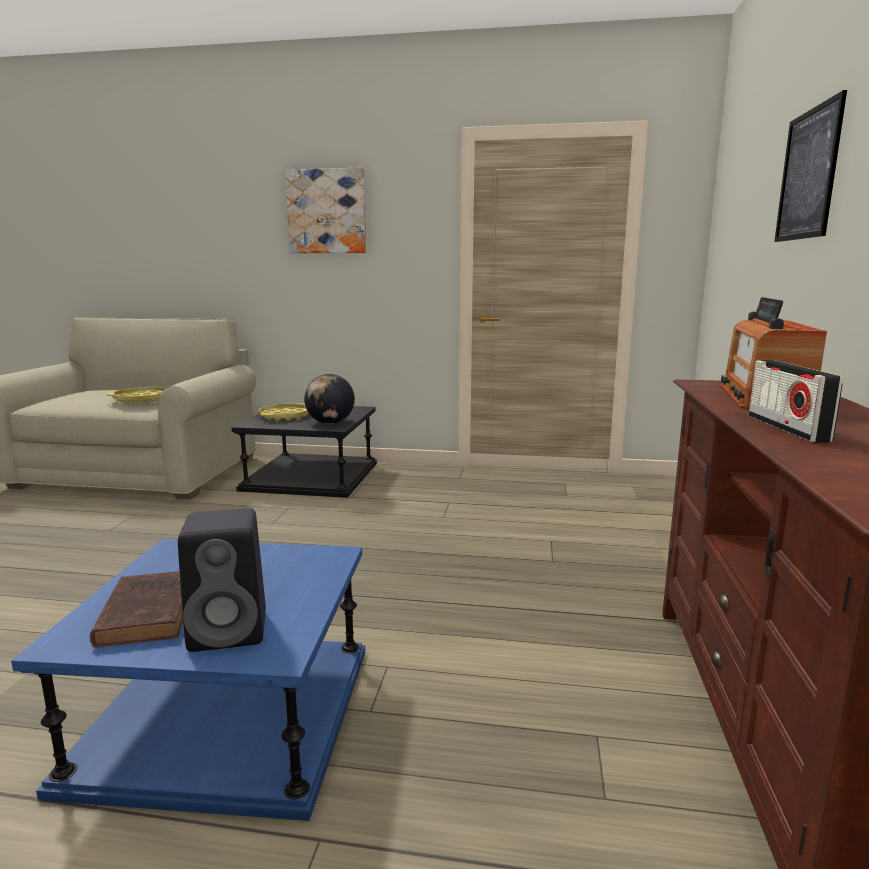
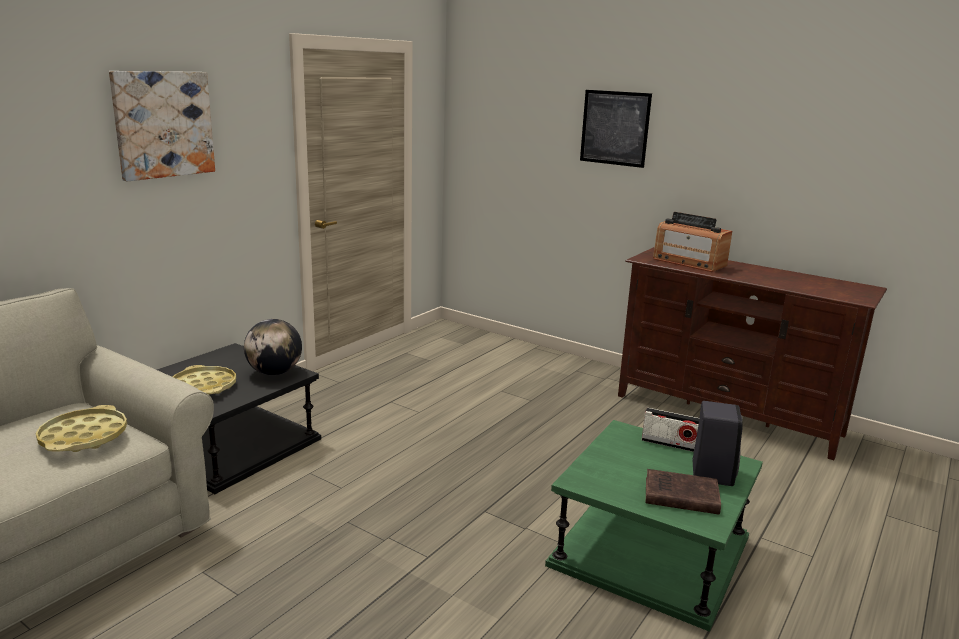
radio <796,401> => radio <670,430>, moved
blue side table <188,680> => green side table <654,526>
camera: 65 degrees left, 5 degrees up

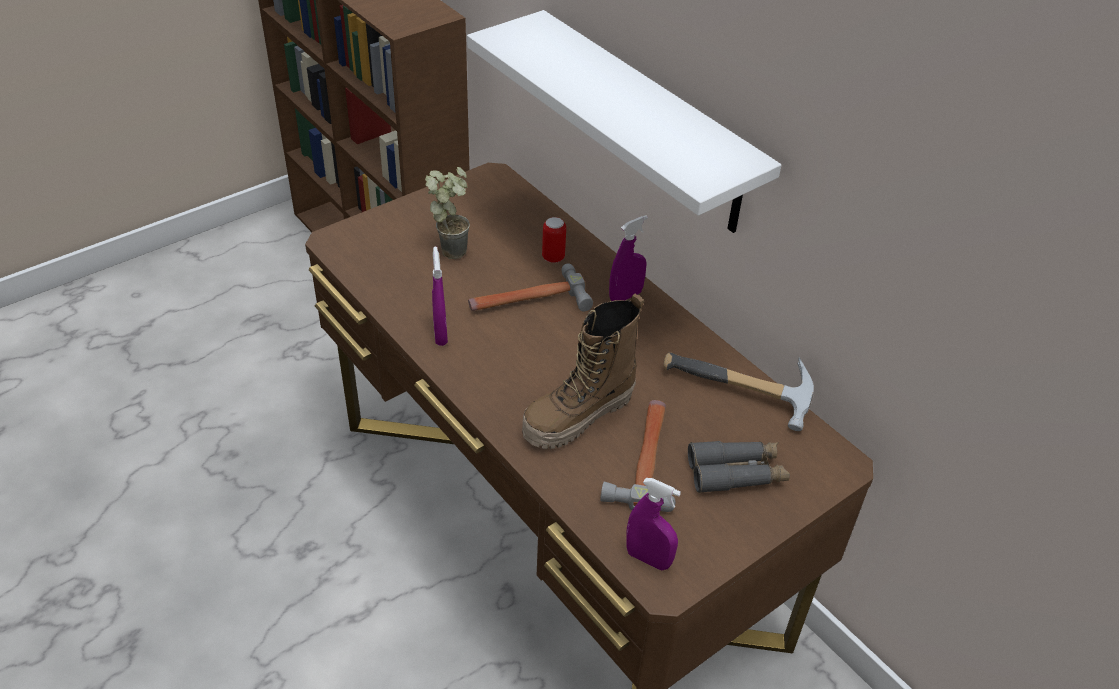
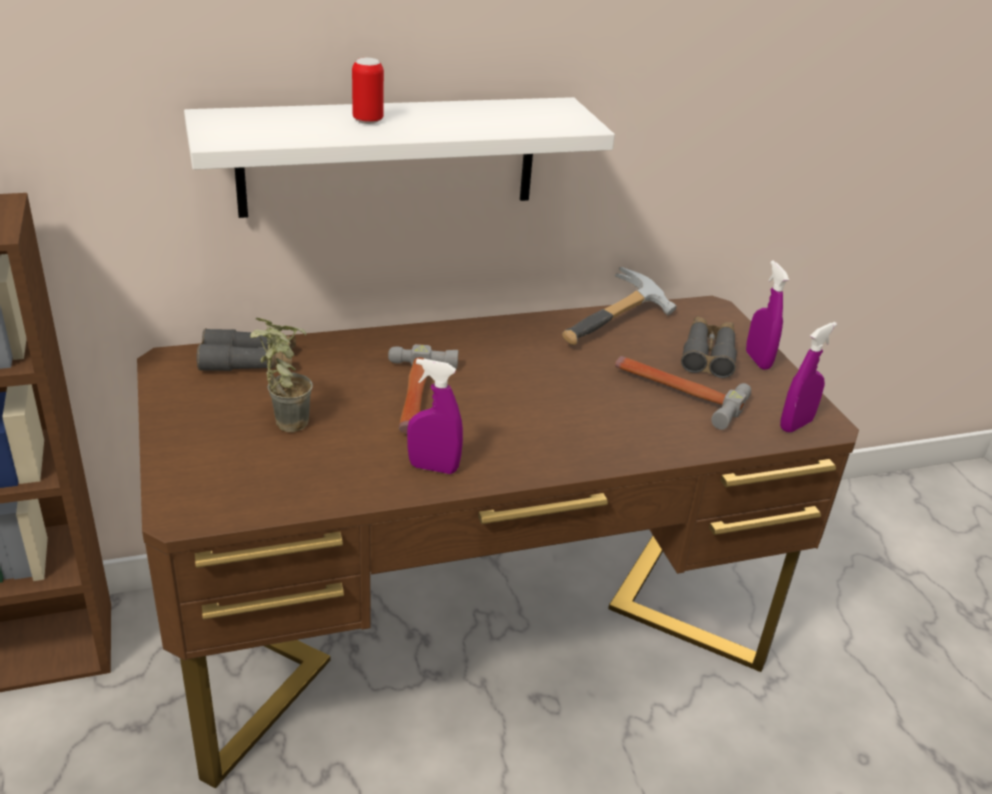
purple spray bottle <628,258> => purple spray bottle <767,315>, moved
can <554,240> => can <368,91>, moved
boot <583,371> => nothing
nothing => grey binoculars <246,349>
camera: 70 degrees left, 10 degrees down

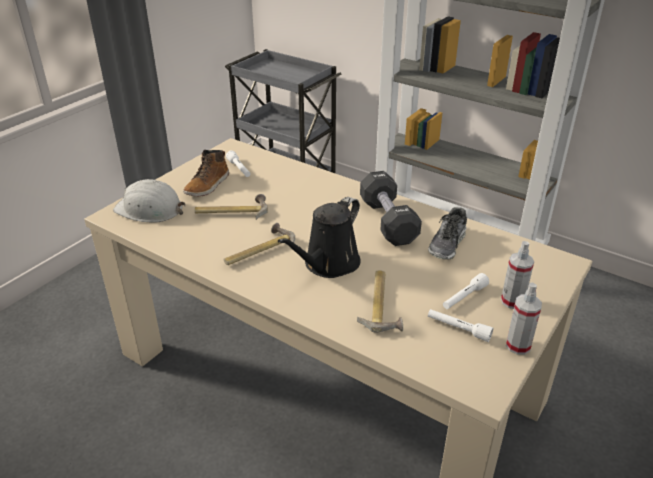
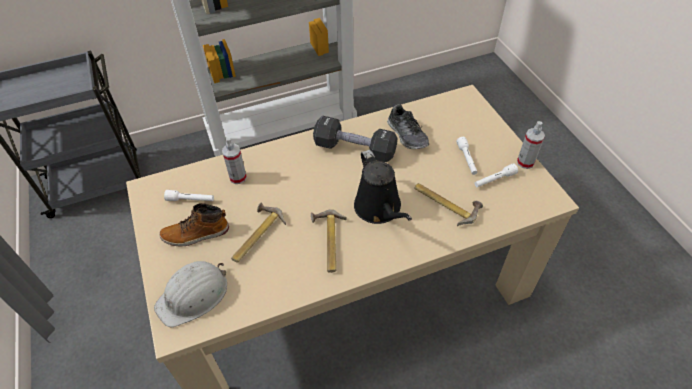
boot <206,173> => boot <194,224>, 105 degrees clockwise
spray bottle <517,275> => spray bottle <234,160>, moved
camera: 55 degrees left, 15 degrees up

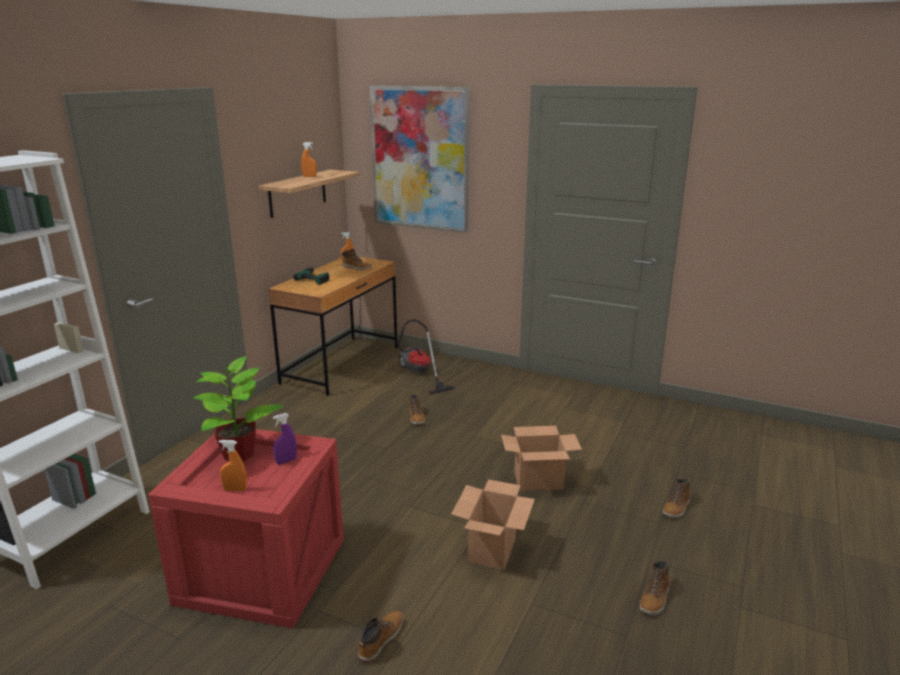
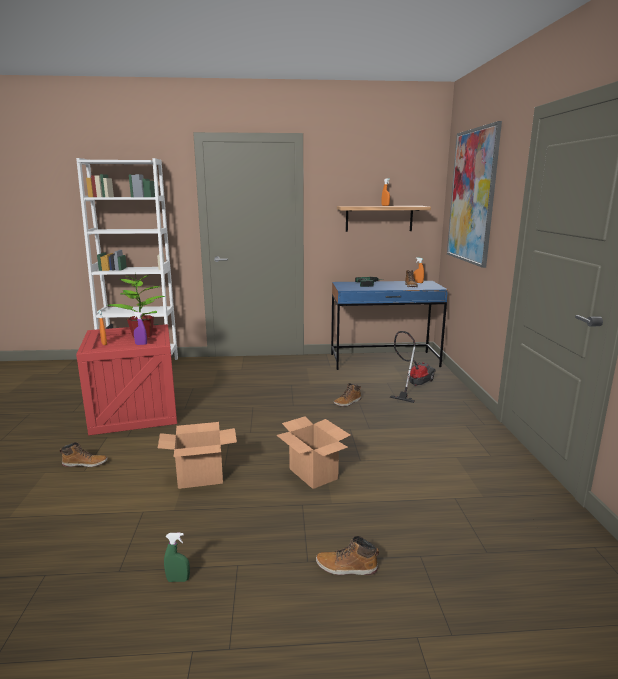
brown desk <333,326> => blue desk <389,325>
boot <655,588> => green spray bottle <177,557>
camera: 60 degrees right, 5 degrees down

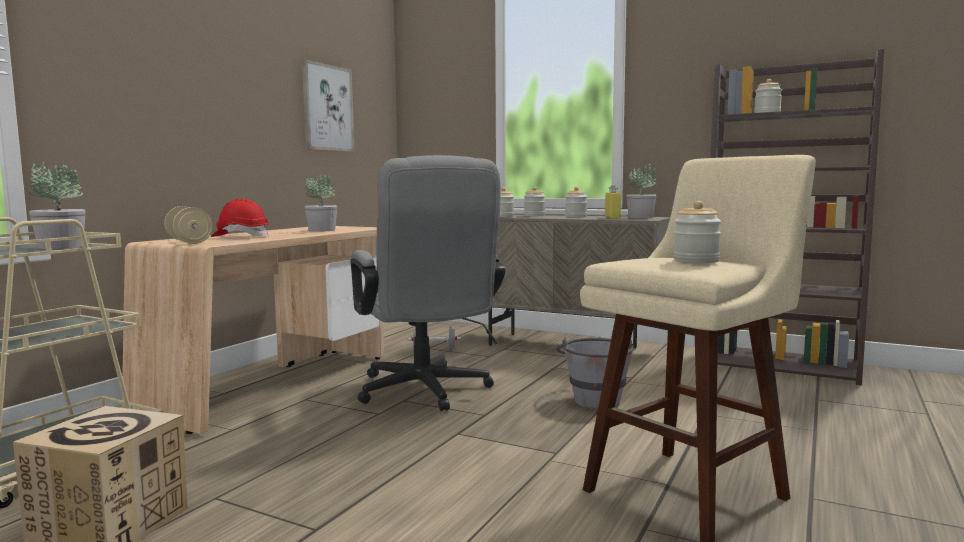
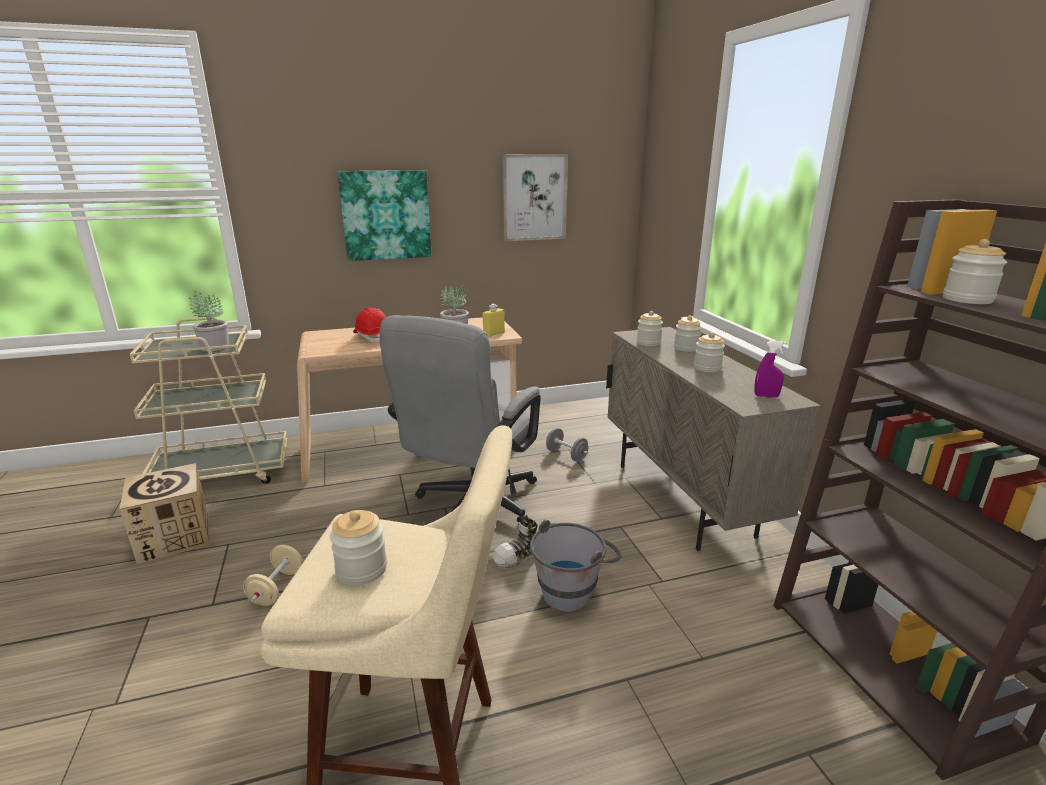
potted plant <641,191> => purple spray bottle <770,369>
yellow bottle <613,202> => yellow bottle <493,321>, moved
beige dumbbell <188,225> => beige dumbbell <273,575>, moved
nothing => picture <384,215>
nothing => shoe <515,544>
camera: 45 degrees right, 15 degrees up

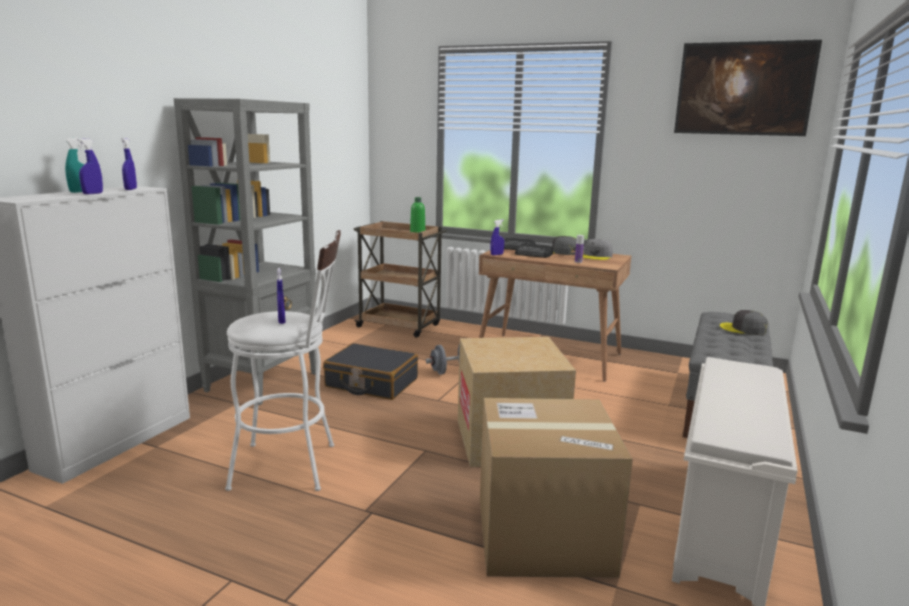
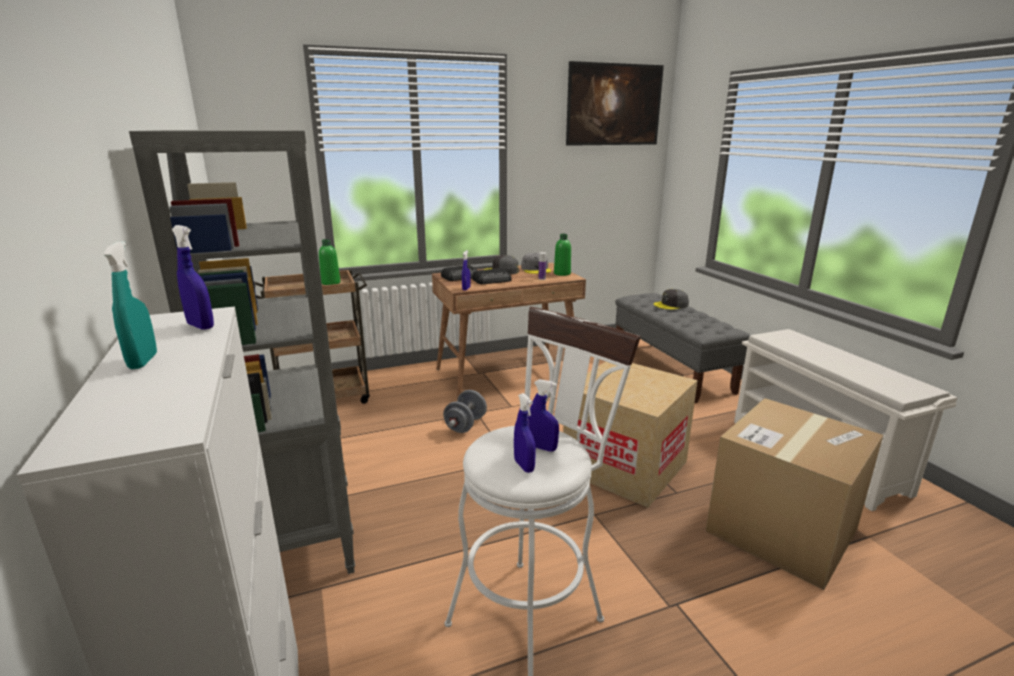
blue spray bottle <90,166> => blue spray bottle <525,433>, moved
black suitcase <370,371> => nothing
nothing => green bottle <562,255>
camera: 45 degrees left, 5 degrees up

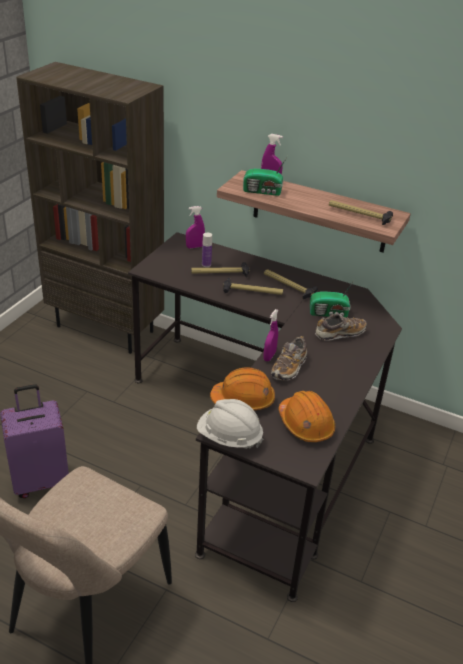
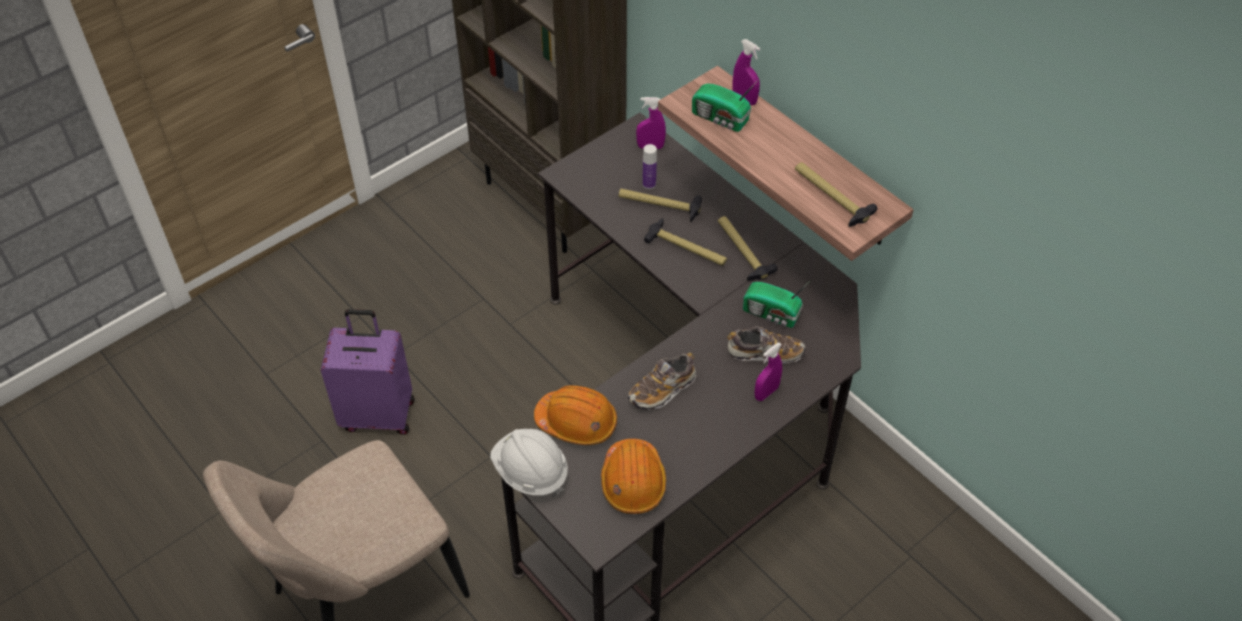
purple spray bottle <270,335> => purple spray bottle <768,372>, moved
camera: 25 degrees right, 15 degrees up

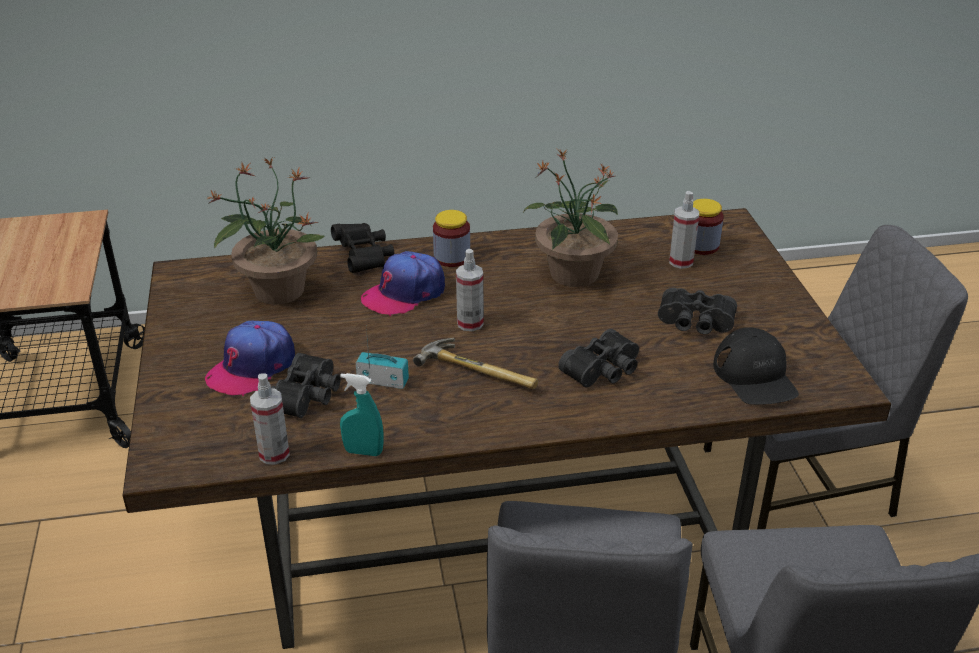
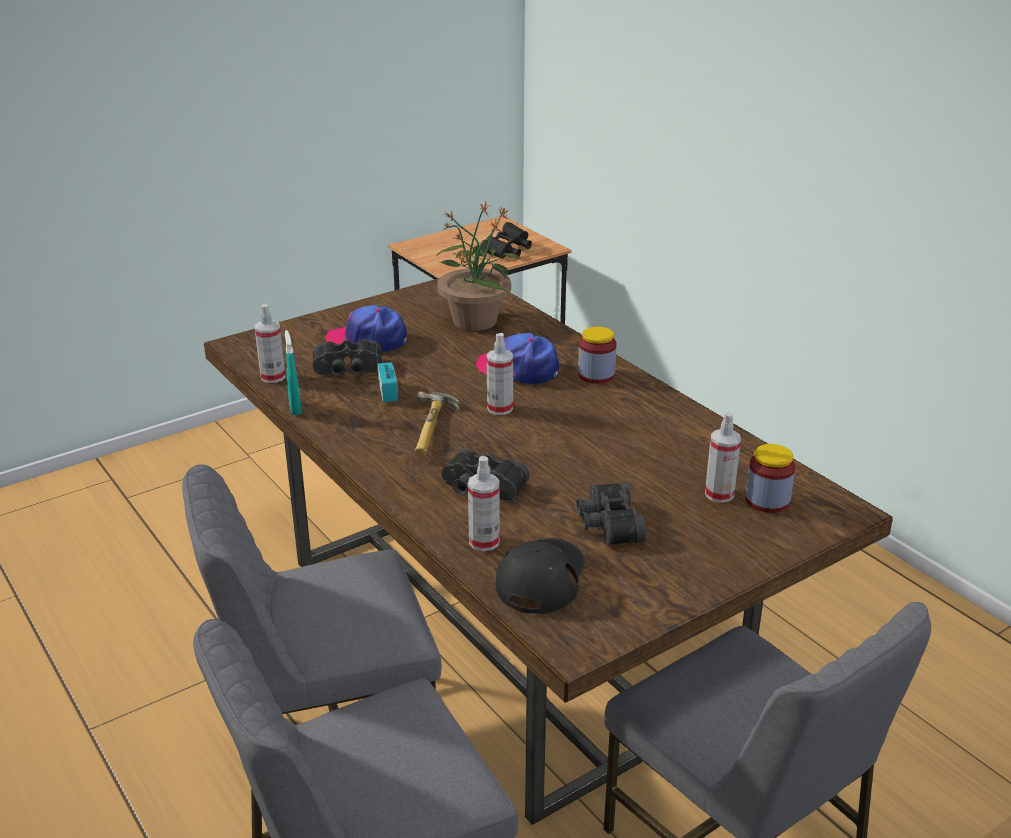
potted plant <571,218> => nothing
black binoculars <362,248> => black binoculars <506,240>, moved
black cap <756,366> => black cap <540,576>, 150 degrees clockwise
nothing => spray bottle <484,503>
camera: 65 degrees right, 5 degrees down

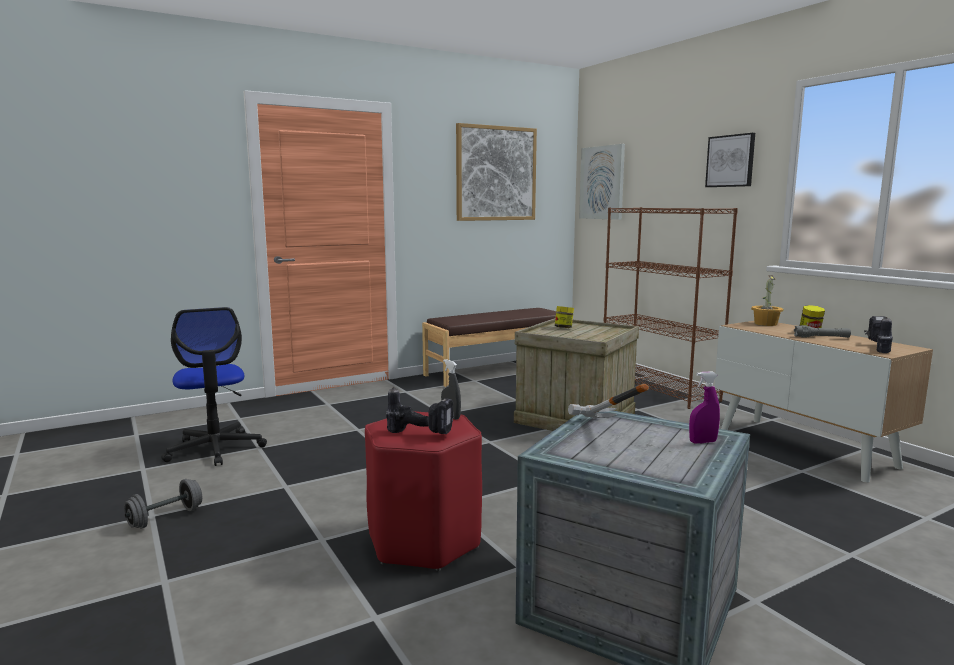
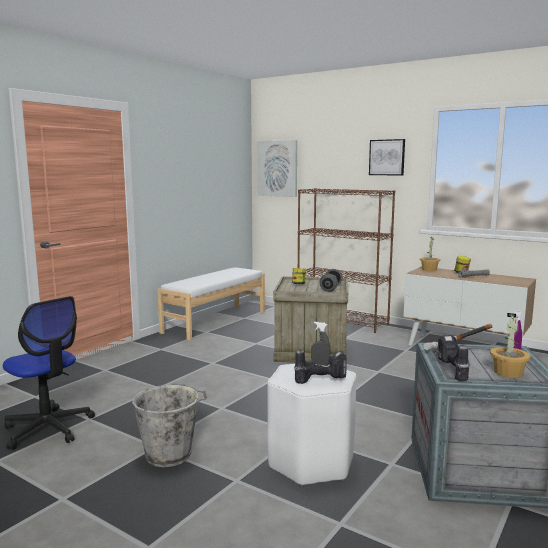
picture <496,172> => nothing
brown bench <489,347> => white bench <211,304>
power drill <878,334> => power drill <451,358>, moved
red stool <423,491> => white stool <312,425>
grey dumbbell <163,504> => grey dumbbell <331,280>, moved
nothing => potted plant <510,345>
nothing => grey bucket <169,425>
camera: 25 degrees left, 0 degrees up

